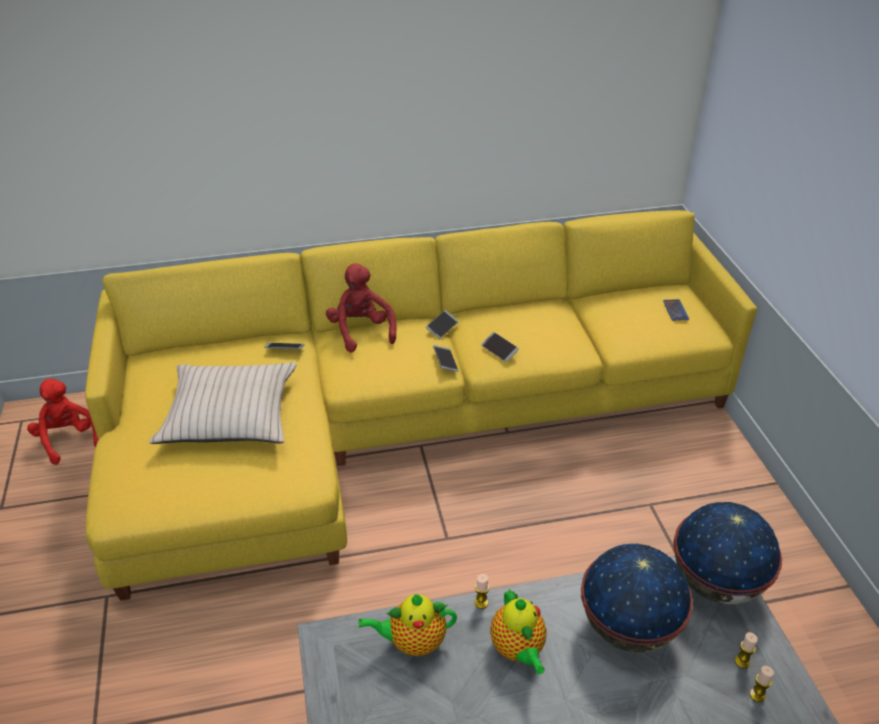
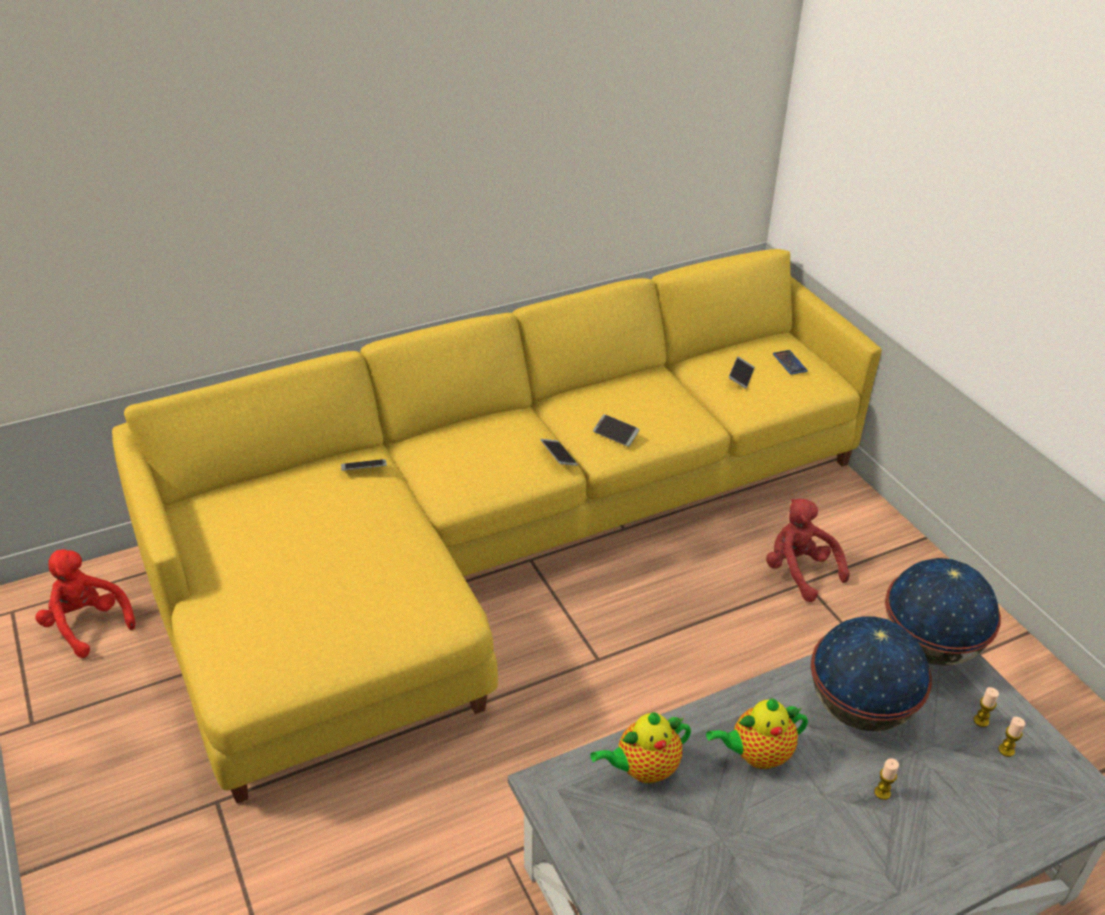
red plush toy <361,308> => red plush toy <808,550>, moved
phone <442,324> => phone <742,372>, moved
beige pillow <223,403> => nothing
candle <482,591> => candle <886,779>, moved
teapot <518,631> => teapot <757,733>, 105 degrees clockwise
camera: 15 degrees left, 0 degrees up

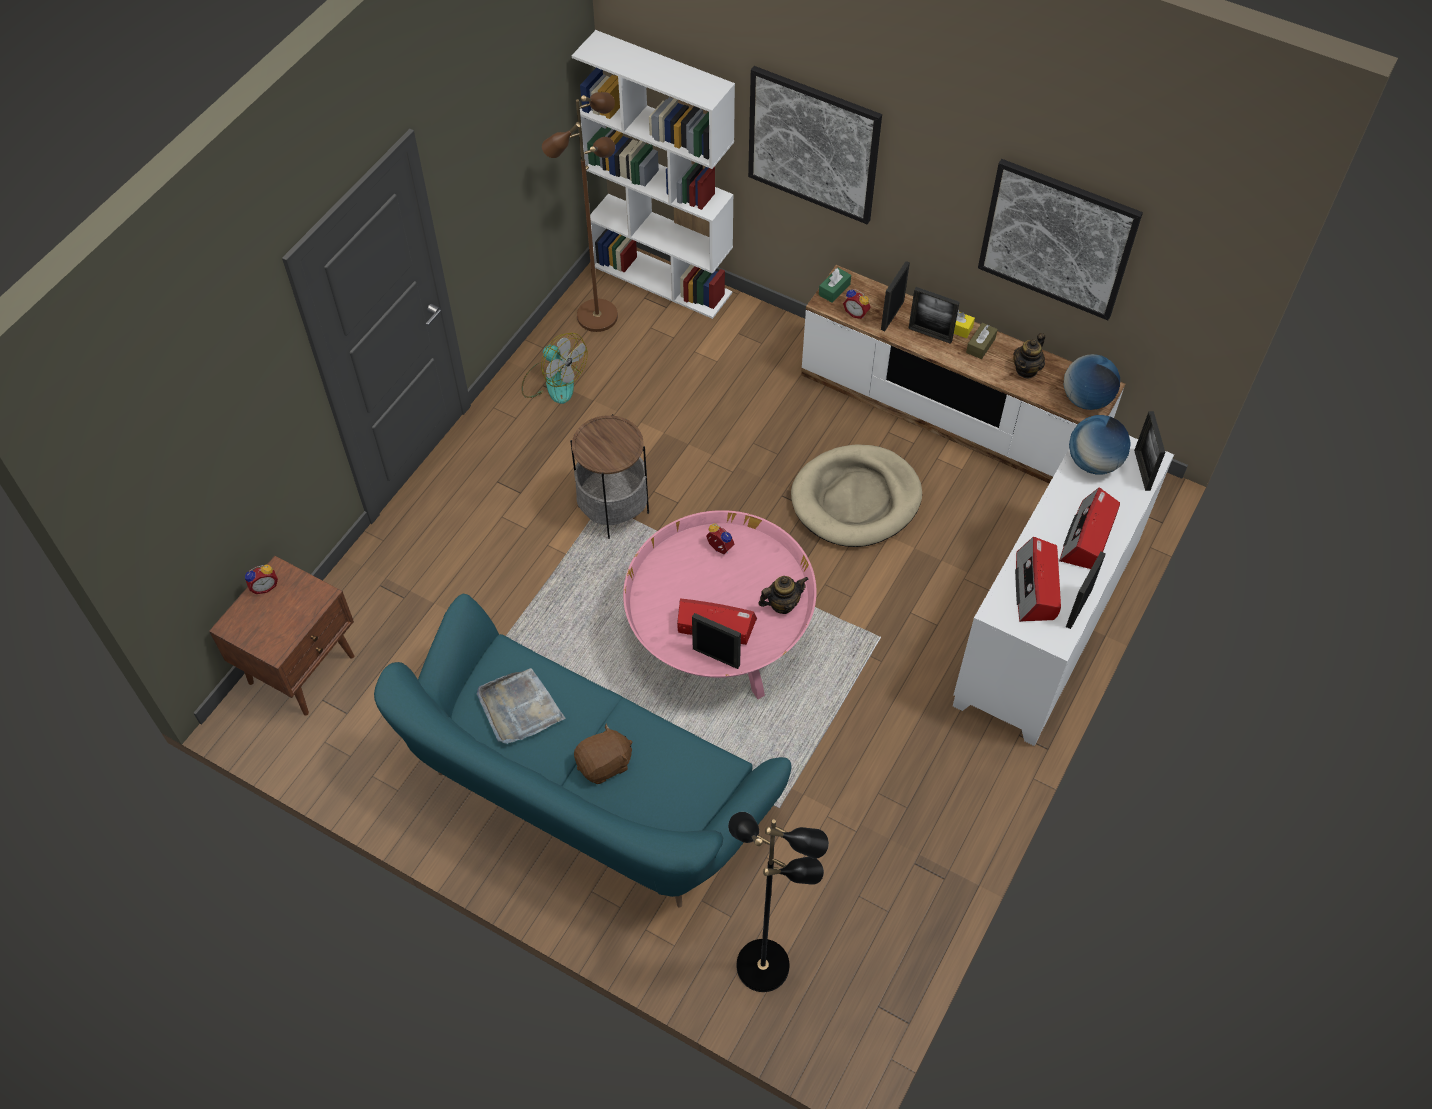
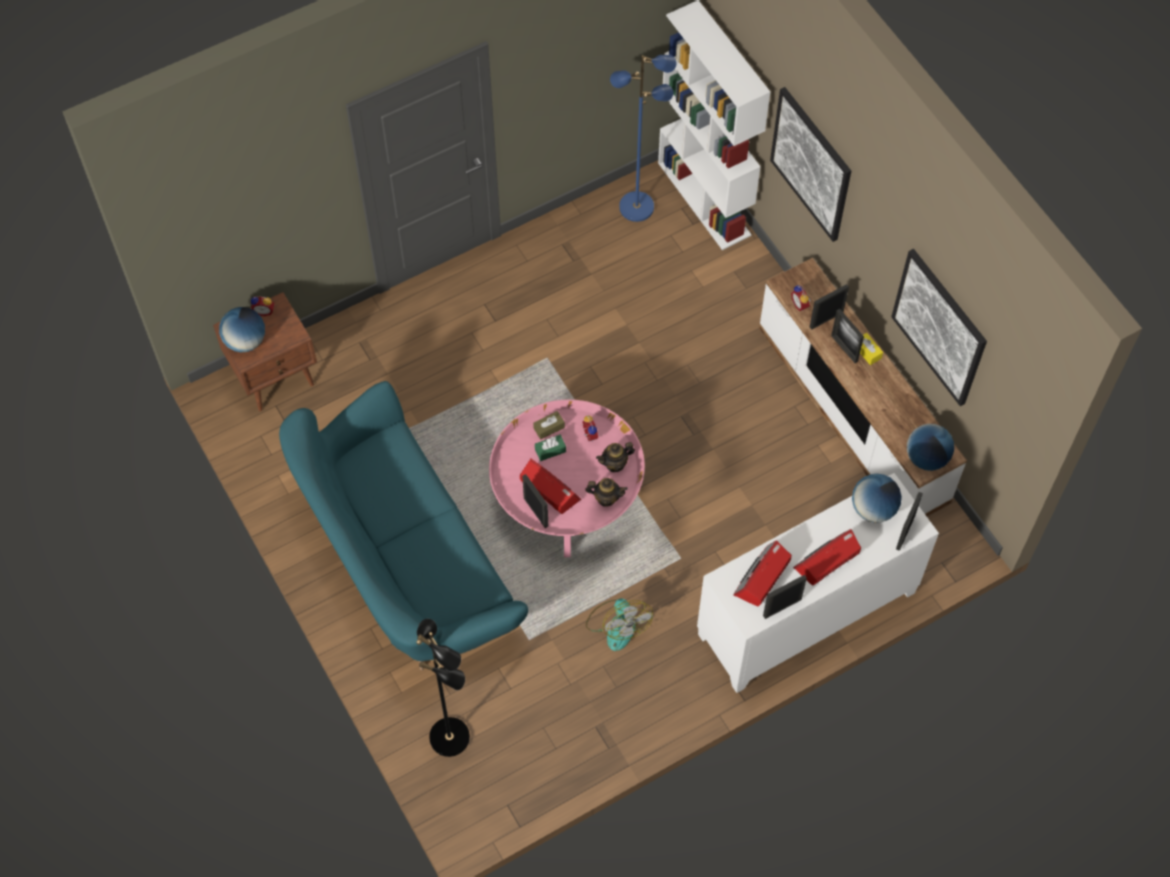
brown floor lamp <580,212> => blue floor lamp <643,138>
green tissue box <835,285> => green tissue box <550,448>, moved
brown tissue box <982,341> => brown tissue box <549,425>, moved
fan <554,368> => fan <619,625>, moved
teapot <1029,356> => teapot <615,457>, moved
side table <609,476> => nothing
beige dog bed <856,495> => nothing
grey tray <521,706> => nothing
brown plush toy <603,754> => nothing
nothing => globe <242,329>
camera: 30 degrees right, 5 degrees up

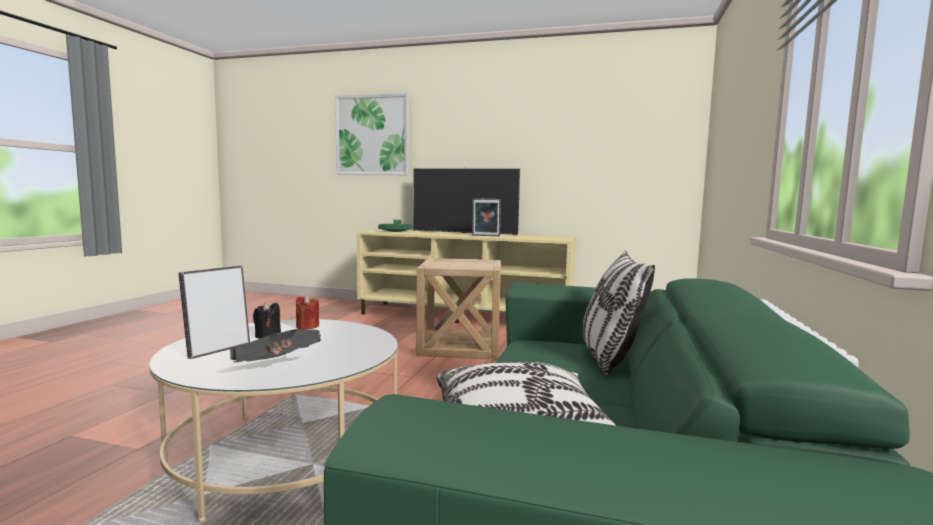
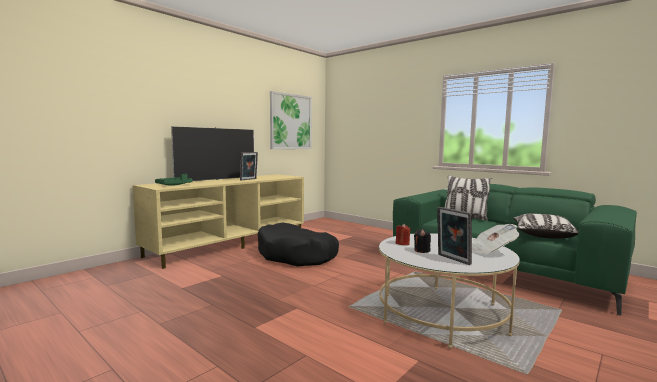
picture <372,134> => picture <291,120>, moved
beige side table <458,309> => black dog bed <298,244>
camera: 65 degrees left, 0 degrees up

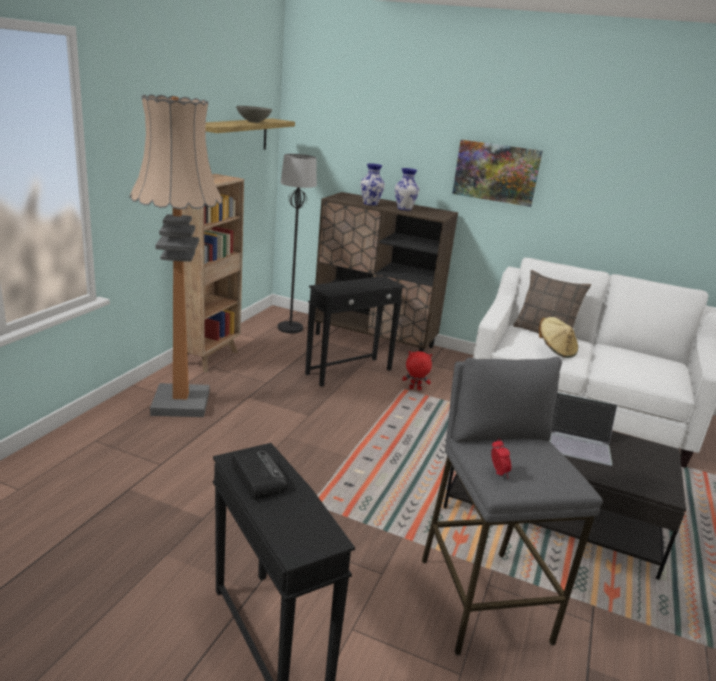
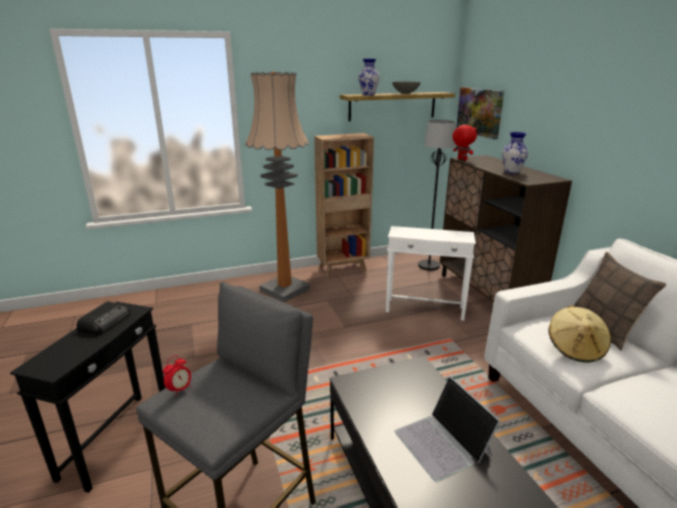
picture <497,173> => picture <480,113>, moved
vase <372,184> => vase <369,77>, moved
black side table <354,331> => white side table <431,273>
red plush toy <417,370> => red plush toy <464,143>, moved
camera: 50 degrees right, 0 degrees up

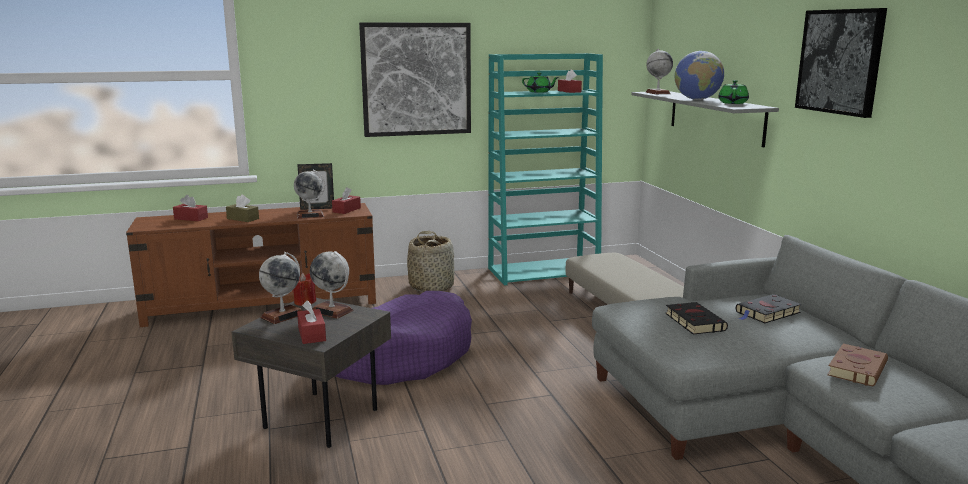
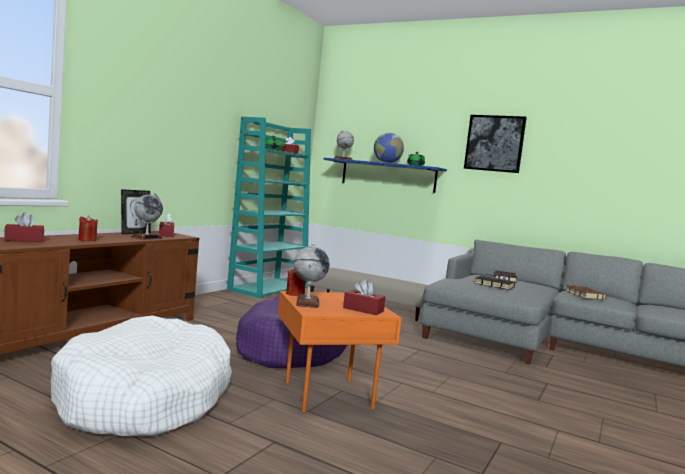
picture <415,80> => nothing
grey shelf <705,119> => blue shelf <385,175>
brown tissue box <242,208> => red candle <88,228>
basket <430,261> => nothing
globe <331,285> => nothing
grey side table <311,373> => orange side table <340,351>
nothing => white dog bed <141,376>
camera: 45 degrees left, 10 degrees down

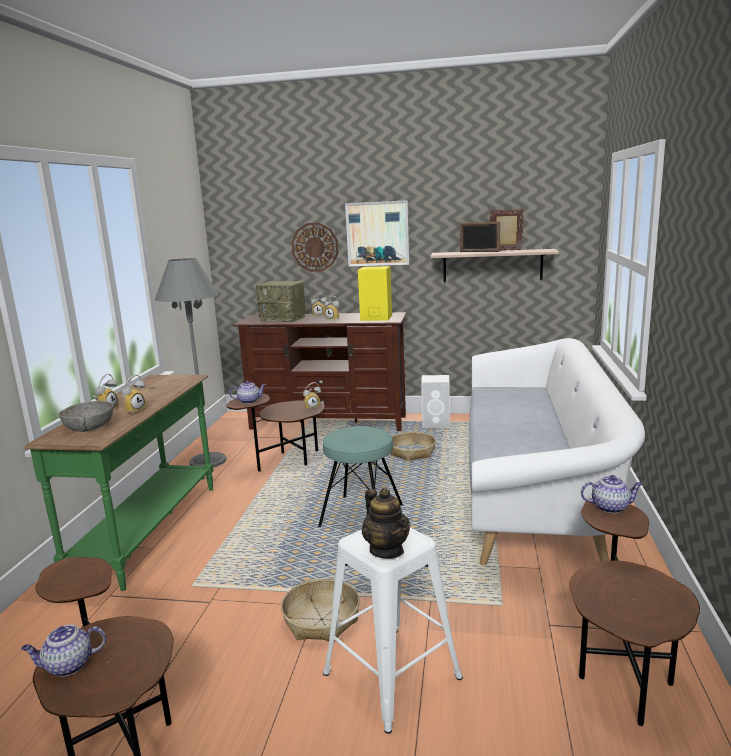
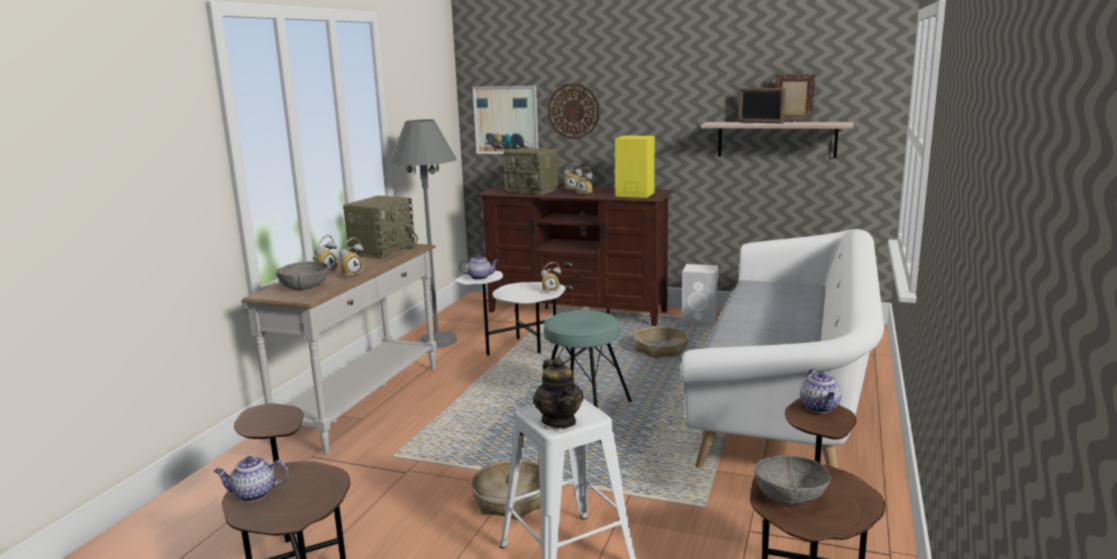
picture <377,233> => picture <505,120>, moved
green console table <119,483> => white console table <339,349>
brown side table <275,433> => white side table <510,313>
teapot <611,494> => teapot <821,391>, 75 degrees clockwise
nothing => radio <380,227>
nothing => grey bowl <792,479>
camera: 10 degrees right, 0 degrees up

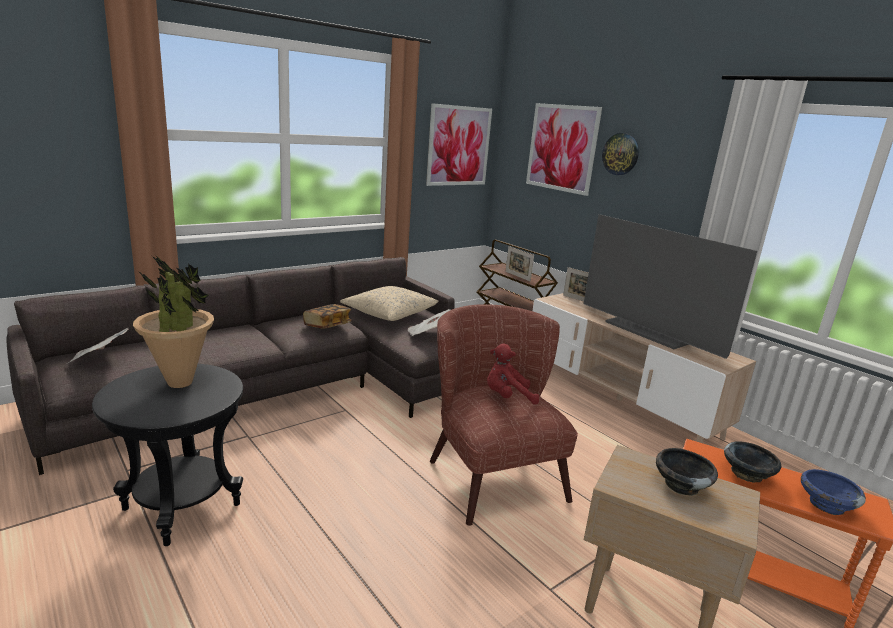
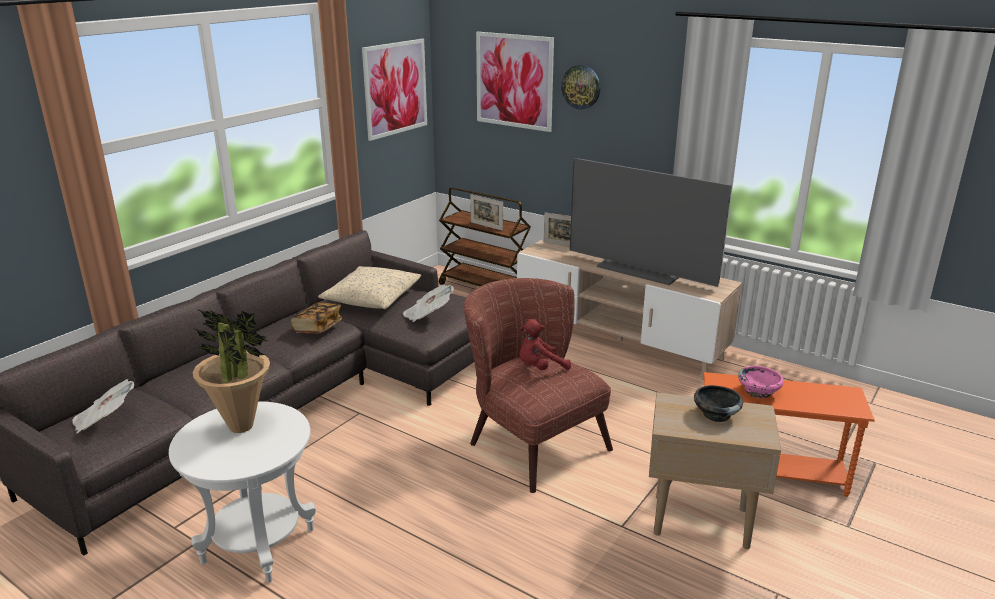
black side table <167,455> => white side table <242,492>
black bowl <752,461> => pink bowl <761,382>
blue bowl <833,492> => nothing
camera: 15 degrees left, 5 degrees up

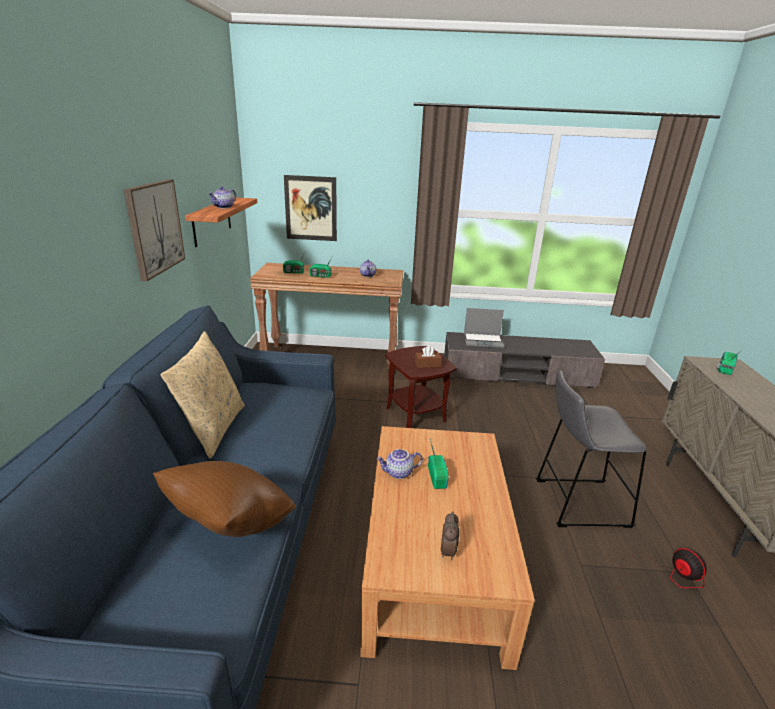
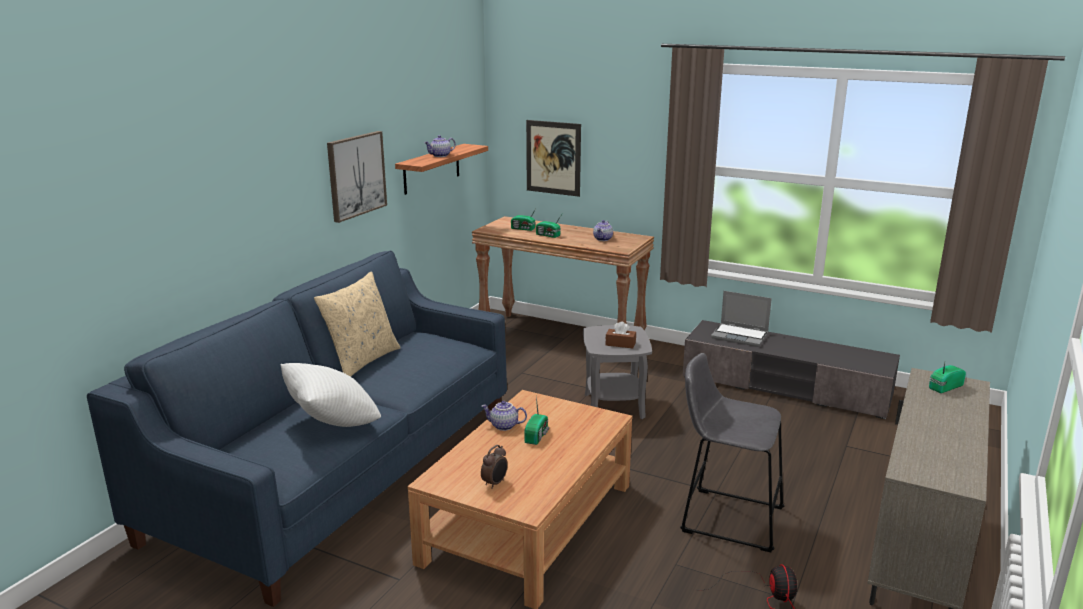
brown side table <421,387> => grey side table <617,372>
brown pillow <224,499> => white pillow <330,395>
camera: 25 degrees right, 5 degrees down

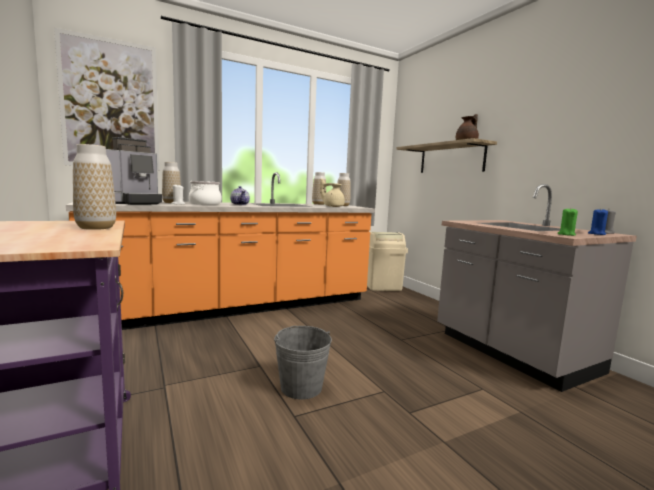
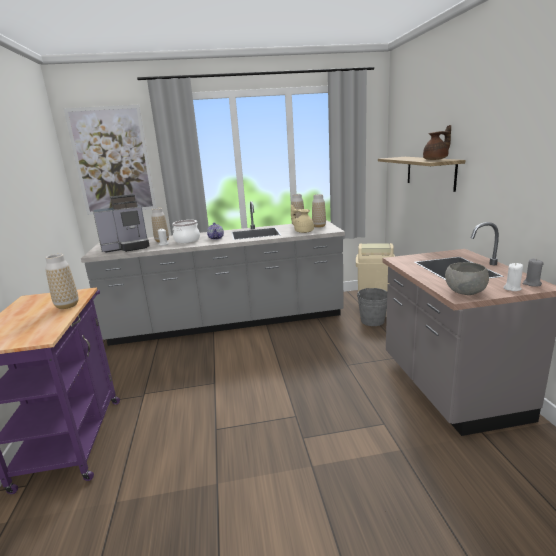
orange counter <220,251> => grey counter <213,273>
green candle <567,221> => grey bowl <467,278>
blue candle <598,222> => white candle <513,277>
grey bucket <303,362> => grey bucket <372,307>, moved
camera: 20 degrees right, 10 degrees up

